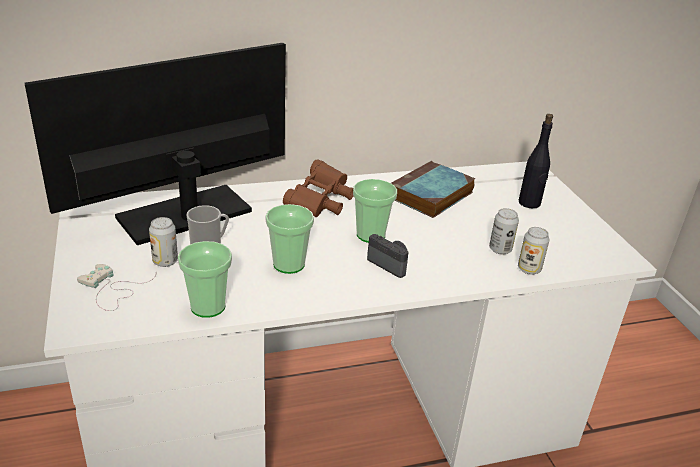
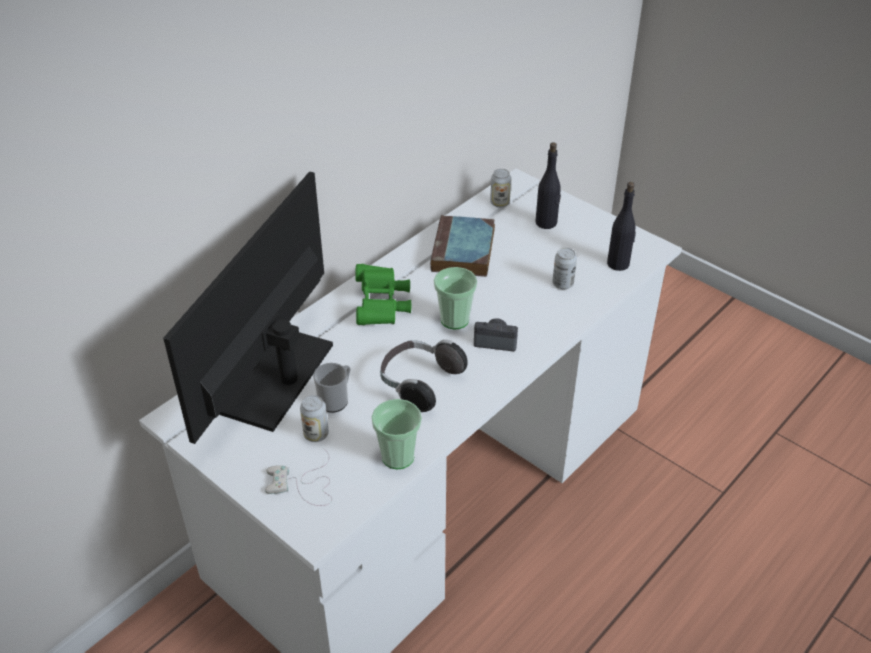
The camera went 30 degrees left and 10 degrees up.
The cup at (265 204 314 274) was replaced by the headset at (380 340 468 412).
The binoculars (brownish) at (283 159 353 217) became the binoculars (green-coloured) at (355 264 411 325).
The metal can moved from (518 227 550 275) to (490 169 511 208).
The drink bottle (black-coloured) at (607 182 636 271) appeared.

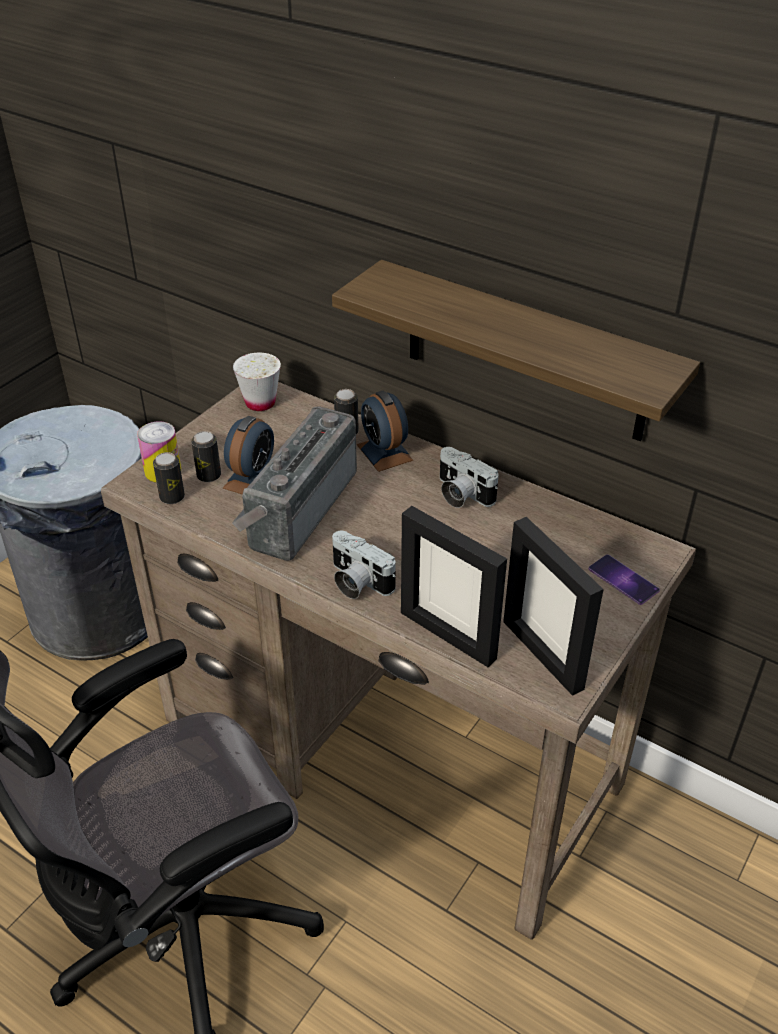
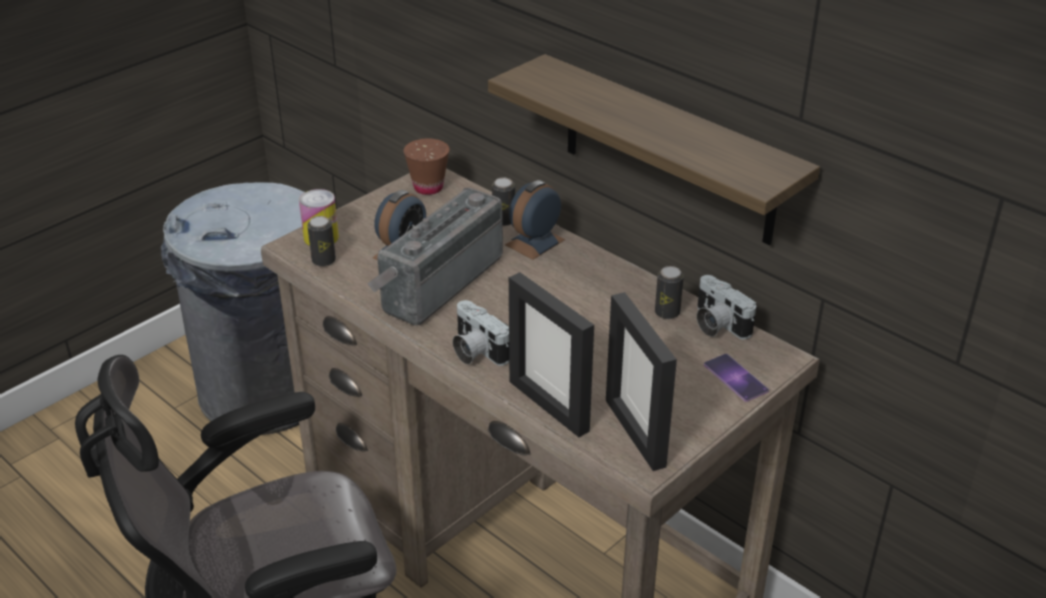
The camera went 10 degrees right and 5 degrees down.
The metal can moved from (191 431 221 482) to (655 266 684 319).
The cup (white) at (233 353 281 411) became the cup (brownish) at (403 138 450 195).
The bedside clock at (357 391 413 472) turned 60 degrees clockwise.
The still camera moved from (440 447 499 508) to (697 275 756 339).

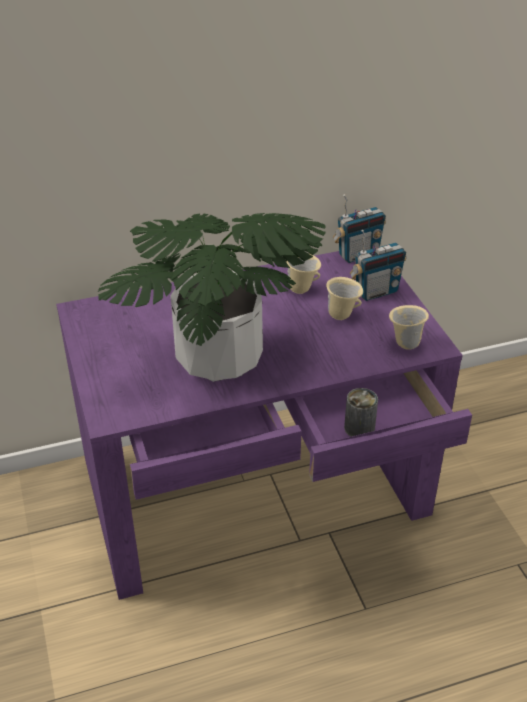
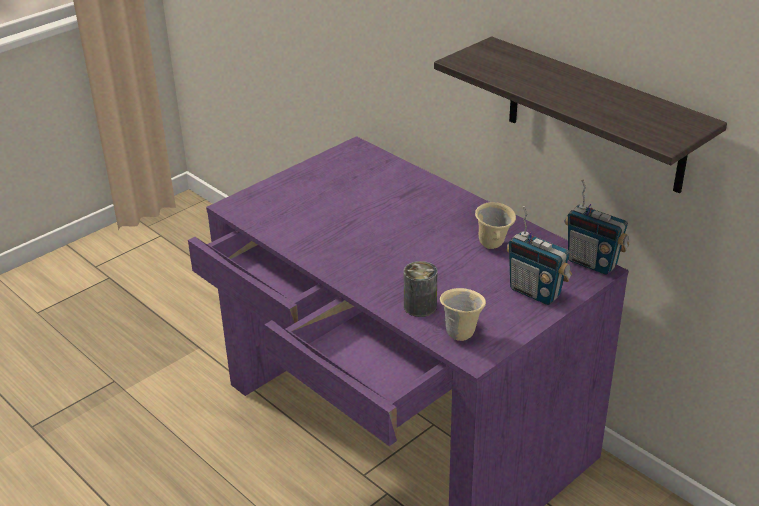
The camera went 65 degrees right and 5 degrees down.
The plant in a pot at (98 213 326 382) disappeared.
The tea mug (sand-coloured) at (326 277 363 320) disappeared.
The metal can moved from (344 388 378 437) to (404 261 437 317).
The wall shelf at (434 37 727 194) appeared.

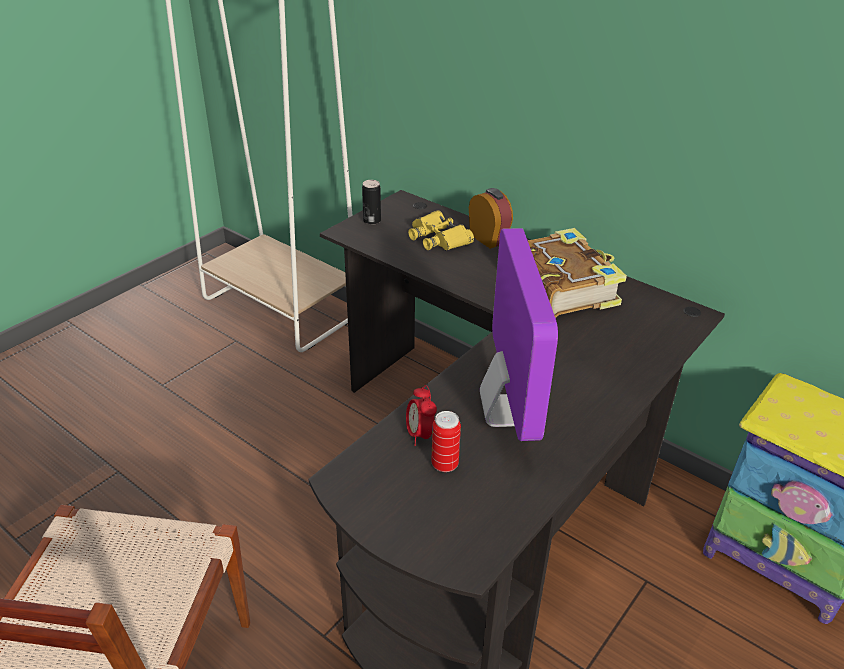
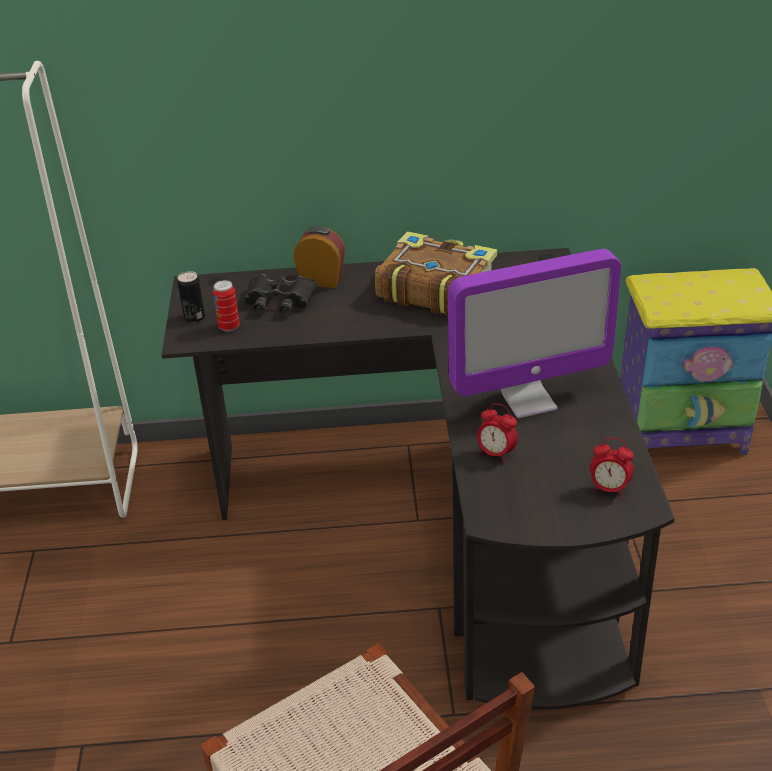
The camera went 40 degrees left and 0 degrees up.
The binoculars (yellow) at (408 210 474 250) became the binoculars (black-coloured) at (243 274 317 317).
The metal can moved from (431 411 461 472) to (213 280 240 332).
The monitor at (480 228 558 441) turned 120 degrees clockwise.
The bedside clock at (590 438 634 498) appeared.

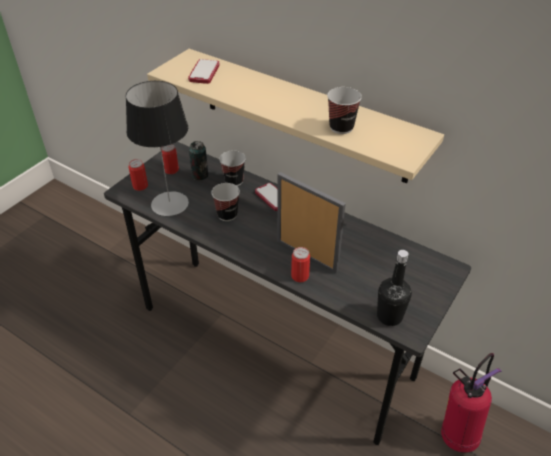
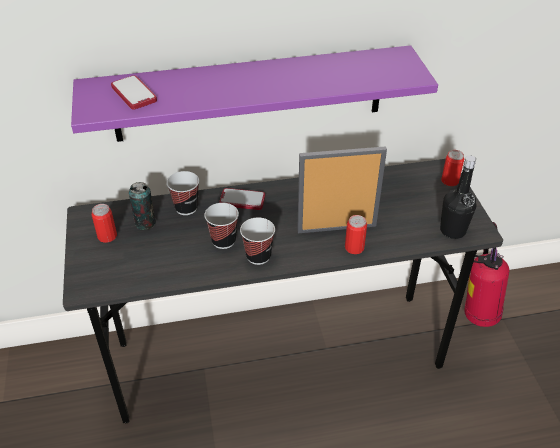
The camera went 45 degrees left and 0 degrees up.
The table lamp at (126 81 189 216) disappeared.
The metal can moved from (128 159 148 191) to (441 150 464 186).
The wall shelf (sand-coloured) at (147 49 444 183) became the wall shelf (purplish) at (71 45 438 142).
The cup moved from (327 87 362 134) to (240 217 275 265).

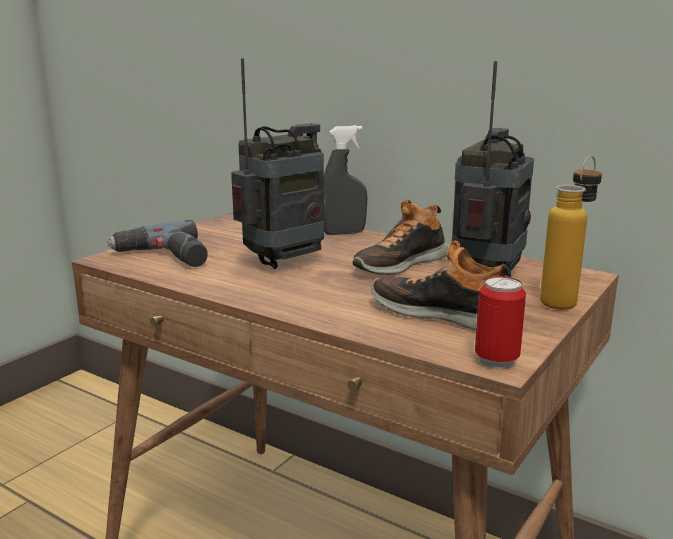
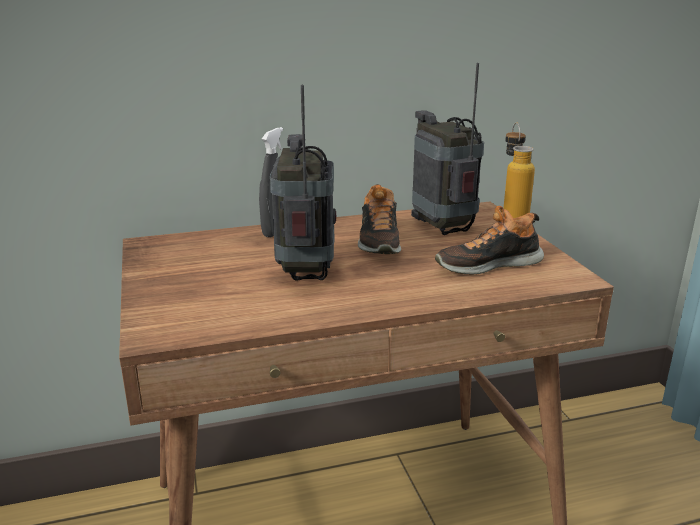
The camera went 50 degrees left and 5 degrees up.
The drill at (107 220 208 267) disappeared.
The metal can at (475 276 526 369) disappeared.

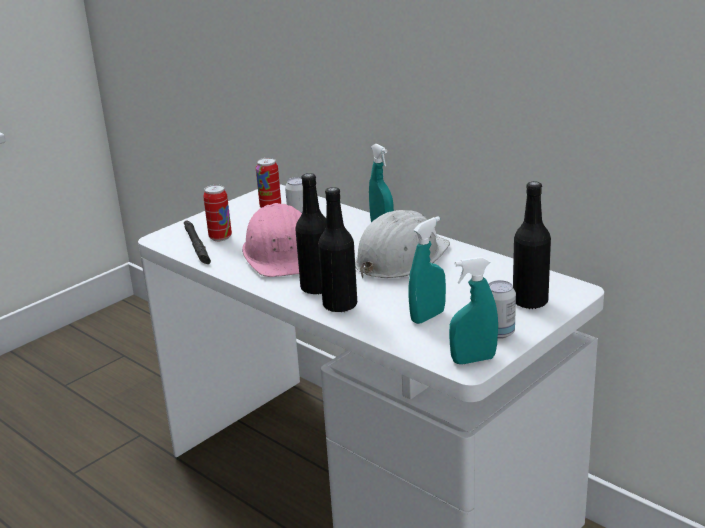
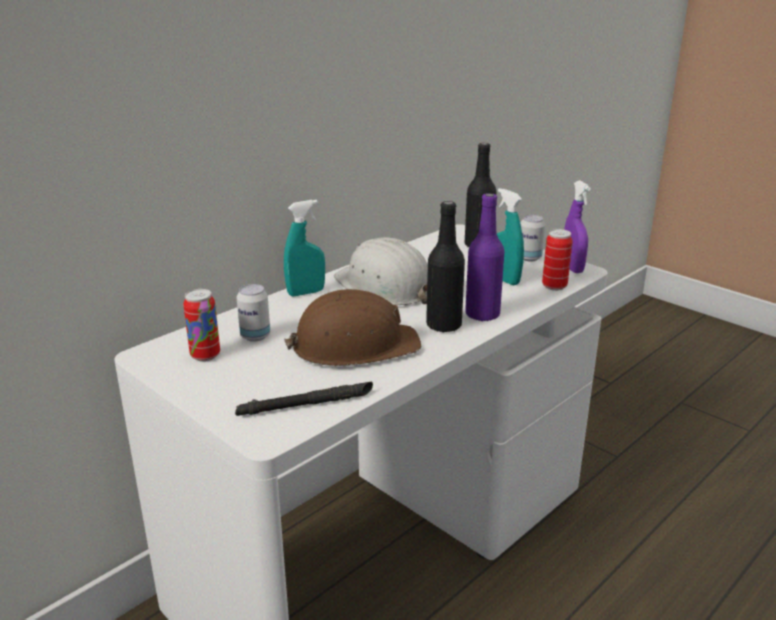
The camera went 90 degrees left and 0 degrees up.
The metal can moved from (203 185 232 241) to (542 229 573 291).
The work helmet (pinkish) at (242 203 302 277) became the work helmet (brownish) at (284 289 421 366).
The drink bottle (black-coloured) at (318 187 357 313) became the drink bottle (purplish) at (465 193 504 321).
The sprayer (turquoise-coloured) at (449 257 498 364) became the sprayer (purplish) at (564 181 591 273).

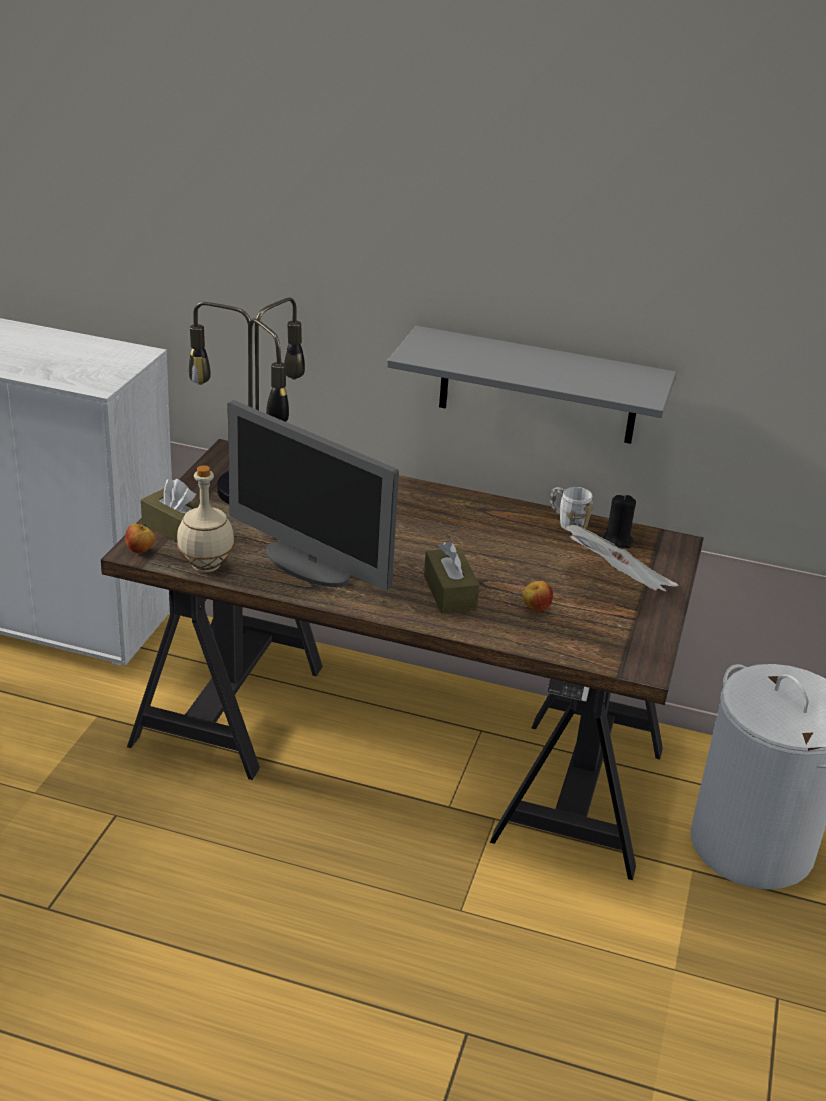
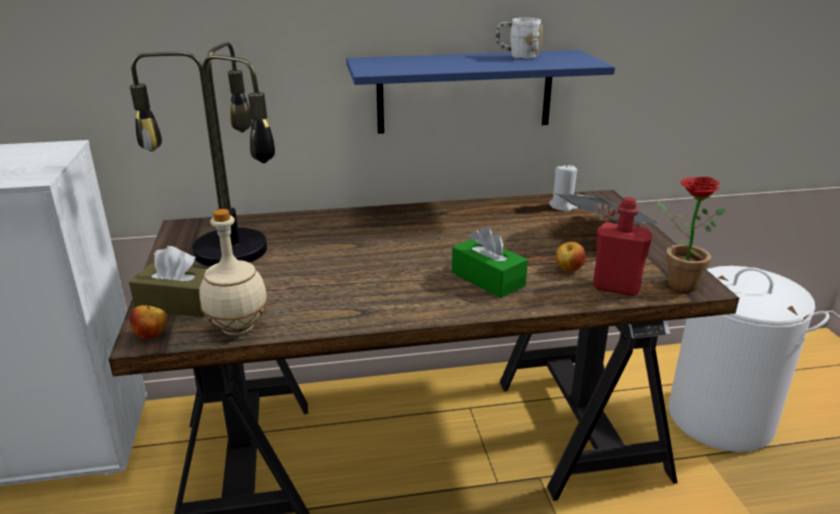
The camera went 25 degrees left and 5 degrees down.
The monitor at (227 400 399 591) disappeared.
The wall shelf (greyish) at (387 326 676 444) became the wall shelf (bluish) at (346 50 615 134).
The tissue holder (brownish) at (424 542 480 613) became the tissue holder (green-coloured) at (452 226 528 298).
The tea mug (white) moved from (550 487 593 532) to (496 18 543 59).
The wax light (black-coloured) at (603 495 636 548) became the wax light (white) at (549 165 578 211).
The drink bottle (reddish) at (593 197 652 296) appeared.
The plant in a pot at (656 176 726 292) appeared.

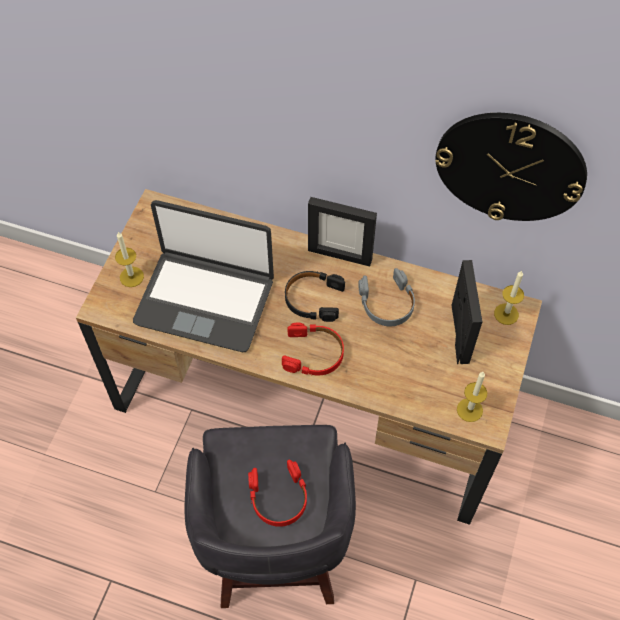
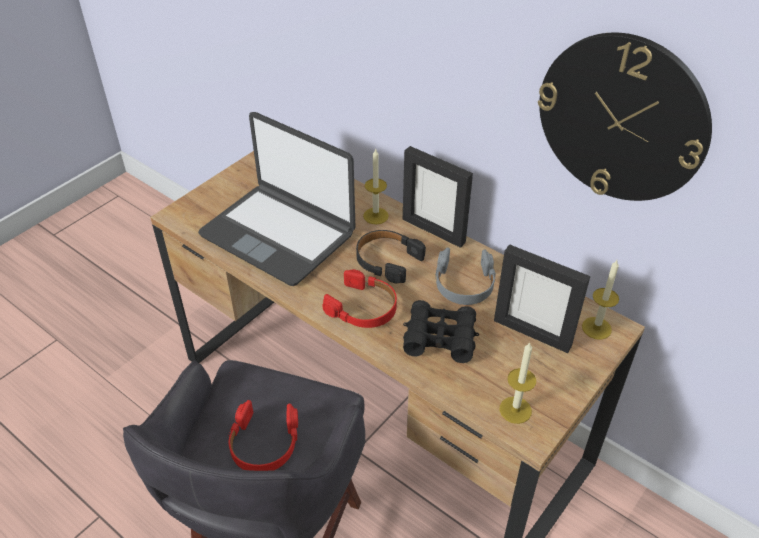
The camera went 20 degrees right and 15 degrees down.
The wax light moved from (115 232 144 287) to (363 149 389 224).
The photo frame at (452 260 482 364) turned 105 degrees clockwise.
The binoculars (black-coloured) at (403 300 480 363) appeared.

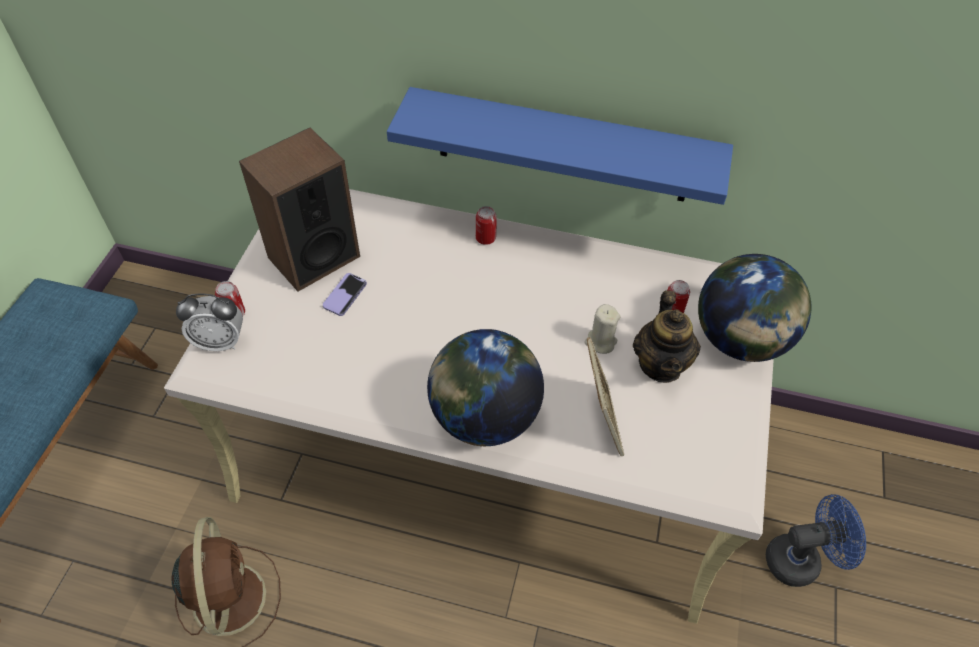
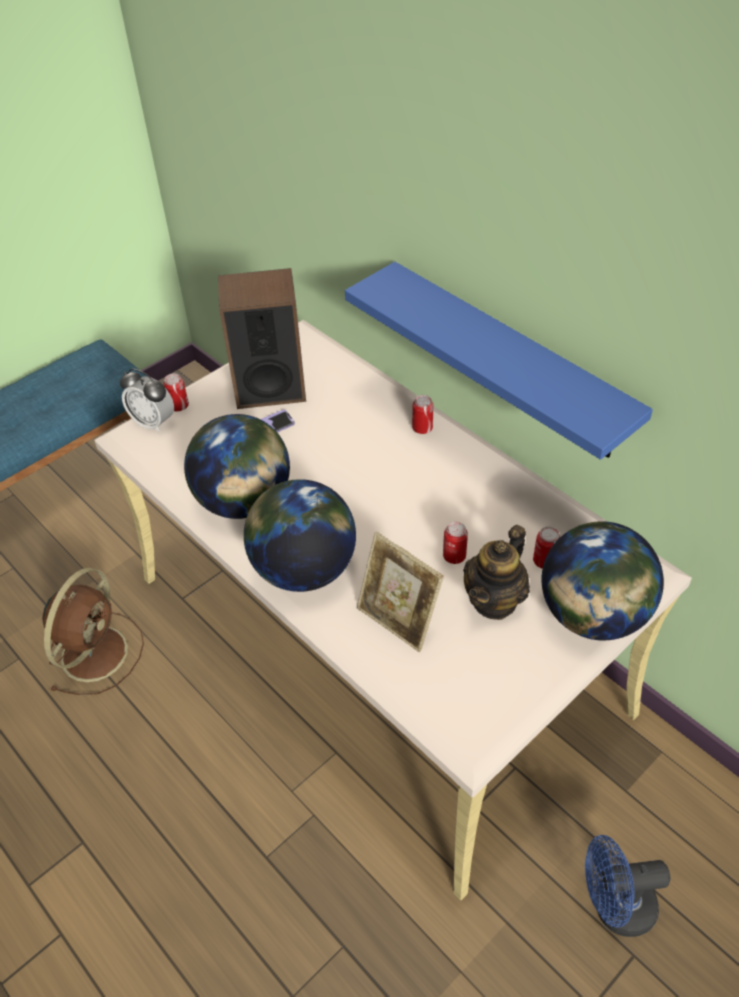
The camera went 35 degrees right and 5 degrees down.
The wax light (sand-coloured) at (584 304 620 354) was replaced by the metal can at (443 522 468 564).
The photo frame at (587 337 625 456) turned 105 degrees clockwise.
The electric fan (bluish) at (766 494 866 587) turned 150 degrees clockwise.
The desk globe at (184 414 290 519) appeared.

